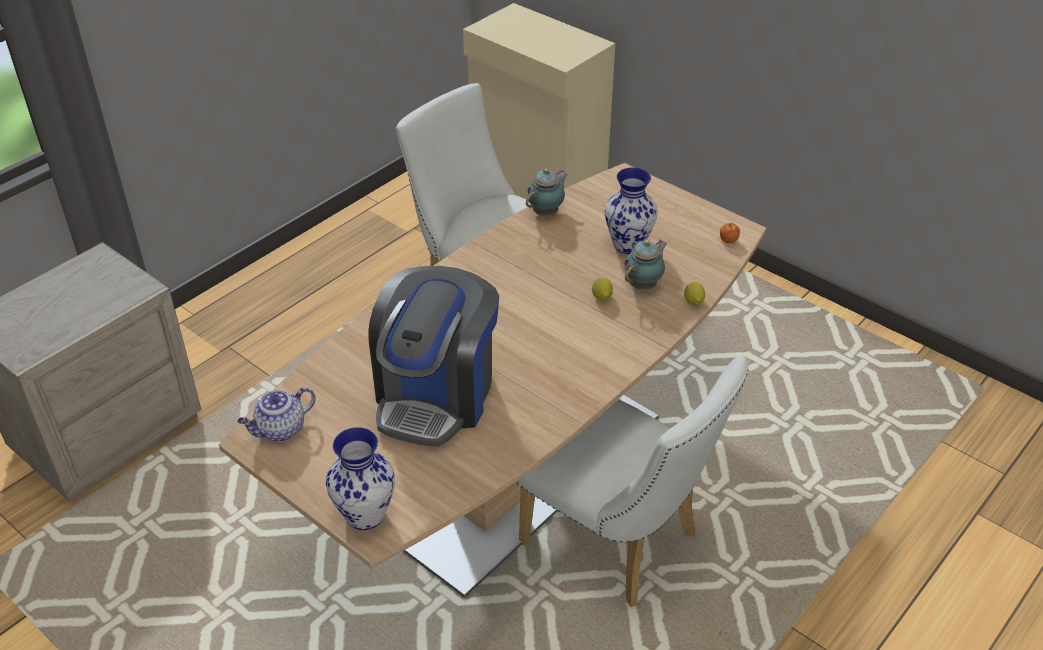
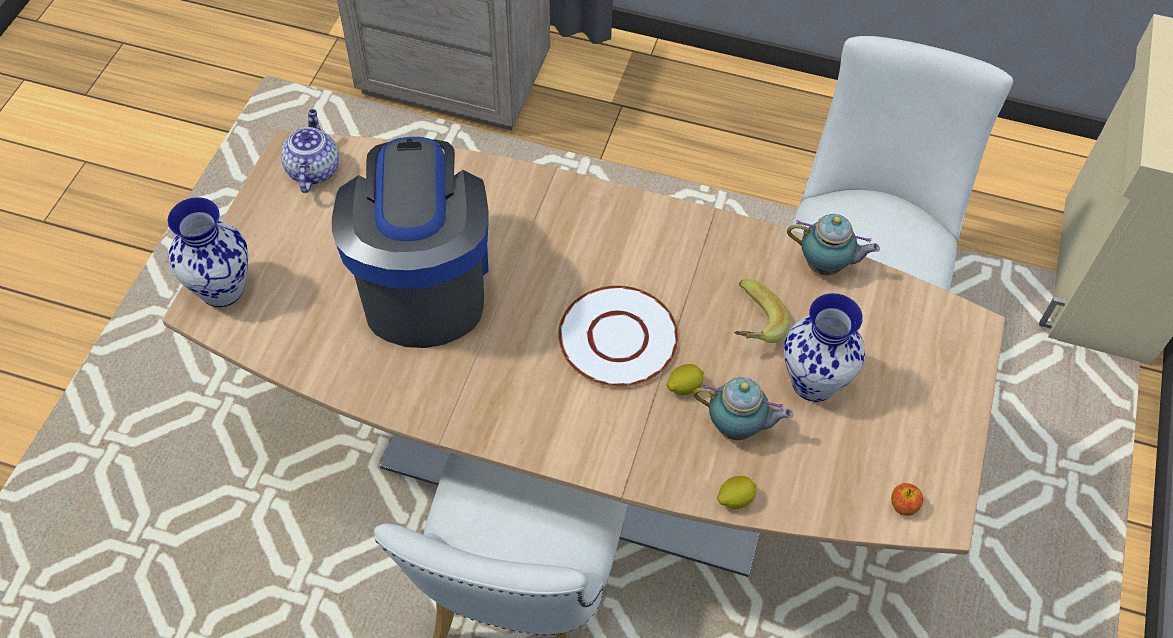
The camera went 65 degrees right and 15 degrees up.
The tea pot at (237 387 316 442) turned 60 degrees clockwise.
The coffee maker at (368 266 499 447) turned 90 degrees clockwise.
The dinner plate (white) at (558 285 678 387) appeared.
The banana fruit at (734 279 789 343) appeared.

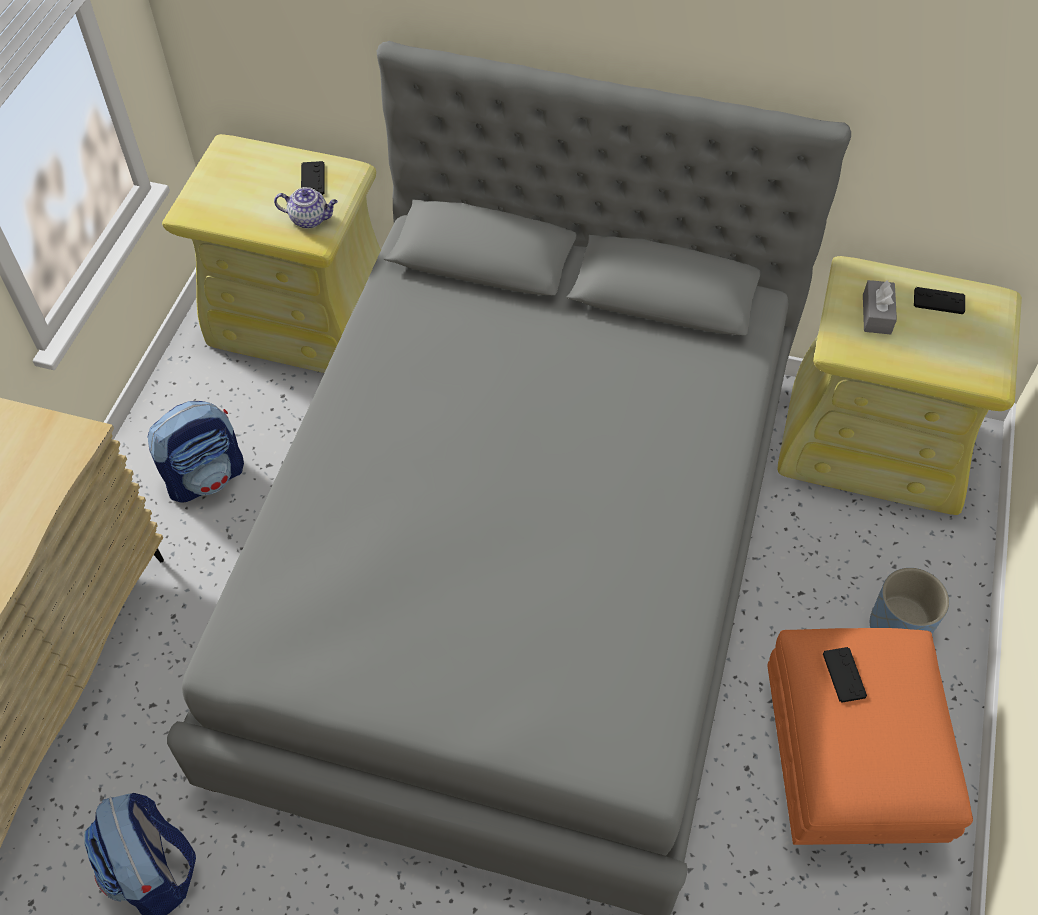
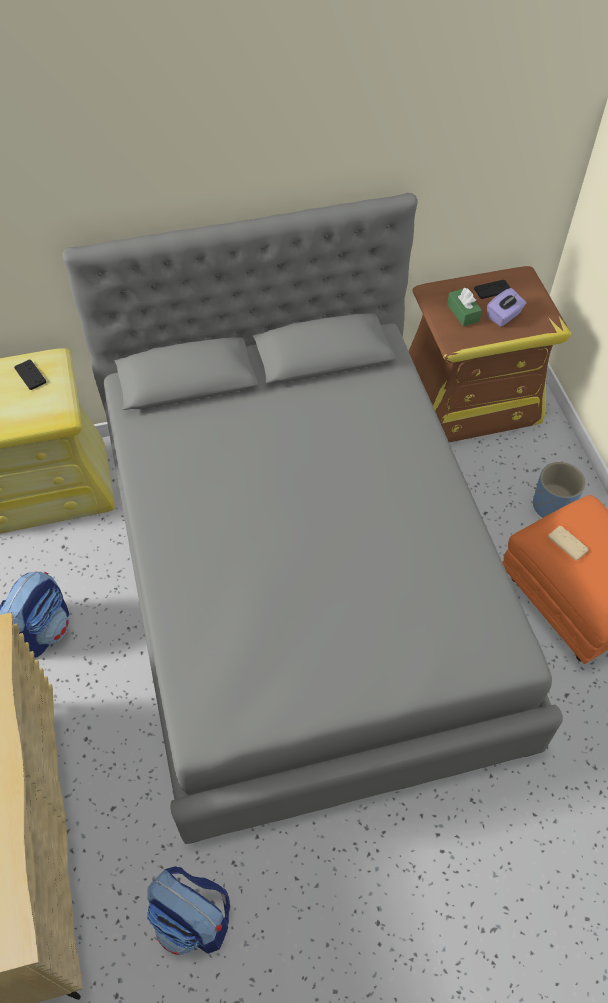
The camera went 30 degrees left and 0 degrees up.
The tea pot at (274 187 338 229) disappeared.
The night table (yellow) at (778 256 1022 515) became the night table (brownish) at (409 266 571 442).
The game controller (black-coloured) at (823 647 867 703) became the game controller (sand-coloured) at (548 526 589 560).
The tissue holder (greyish) at (863 280 897 334) became the tissue holder (green-coloured) at (447 287 482 326).
The tissue holder (purplish) at (487 288 526 327) appeared.

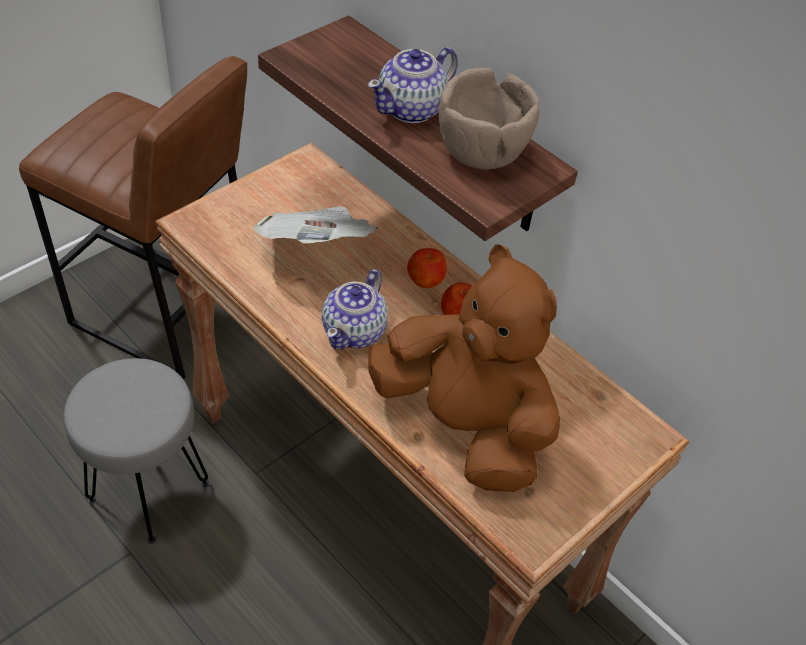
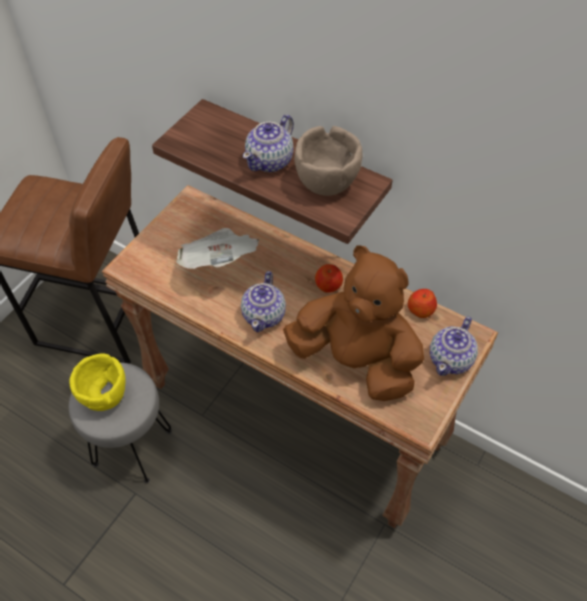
The camera went 10 degrees left and 5 degrees up.
The apple fruit moved from (407 248 447 288) to (408 289 437 318).
The serving bowl (yellow) at (69 354 125 411) appeared.
The tea pot at (430 317 478 376) appeared.

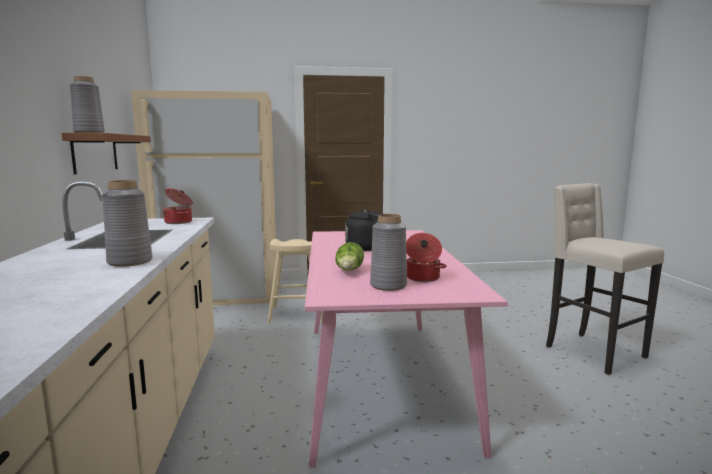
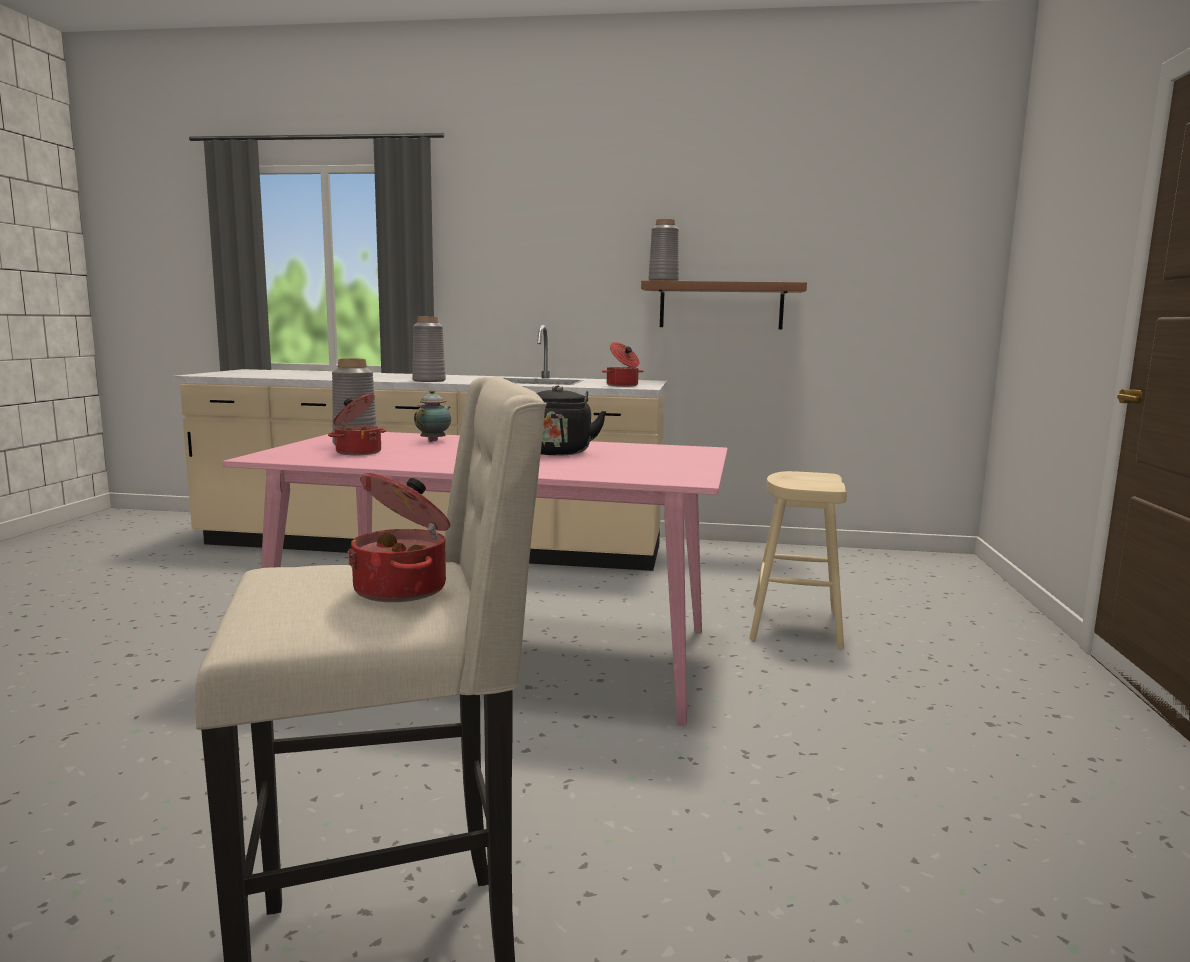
The camera went 105 degrees right and 0 degrees up.
The fridge (sand-coloured) at (131 90 276 306) disappeared.
The head of lettuce at (335 242 364 271) was replaced by the tea pot at (414 390 451 442).
The cooking pot at (348 473 450 602) appeared.

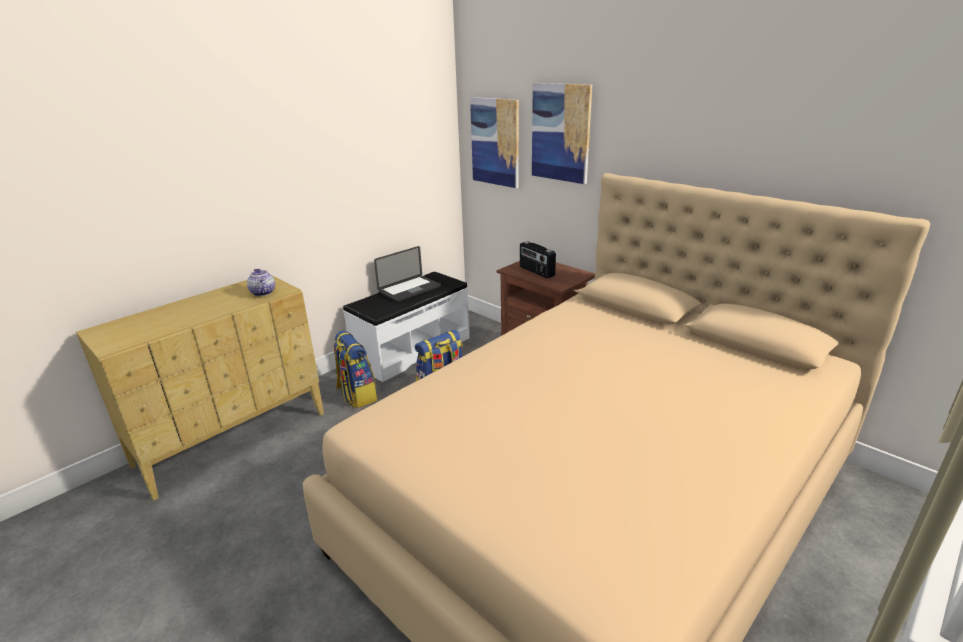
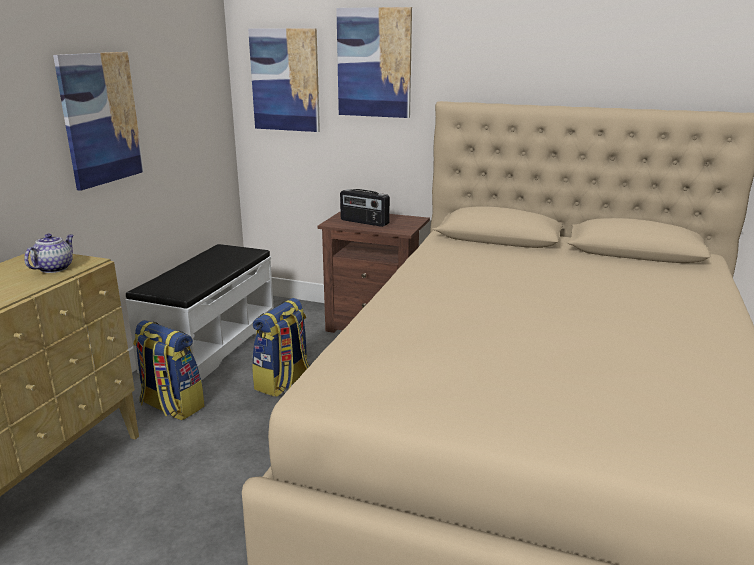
The camera went 25 degrees left and 5 degrees down.
The tea pot at (247 269 275 296) turned 75 degrees clockwise.
The laptop at (374 246 441 302) disappeared.
The wall picture at (53 52 144 191) appeared.

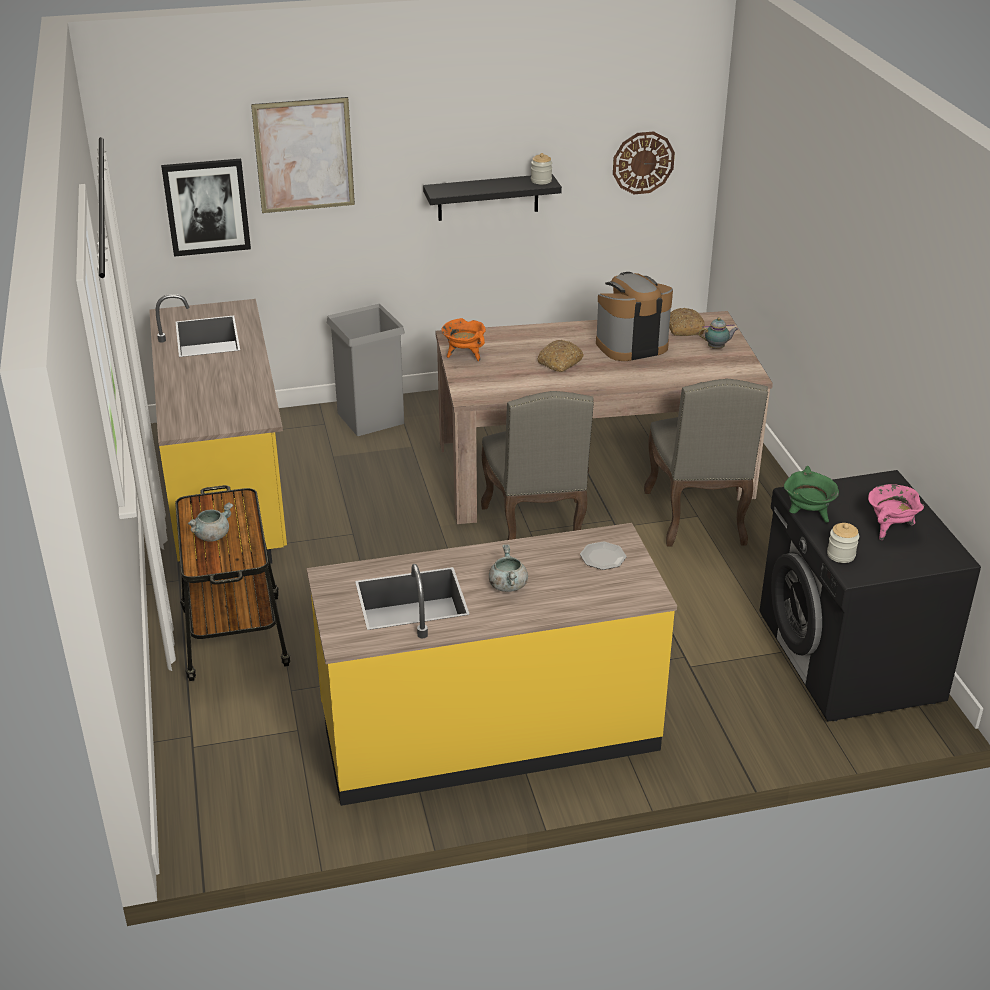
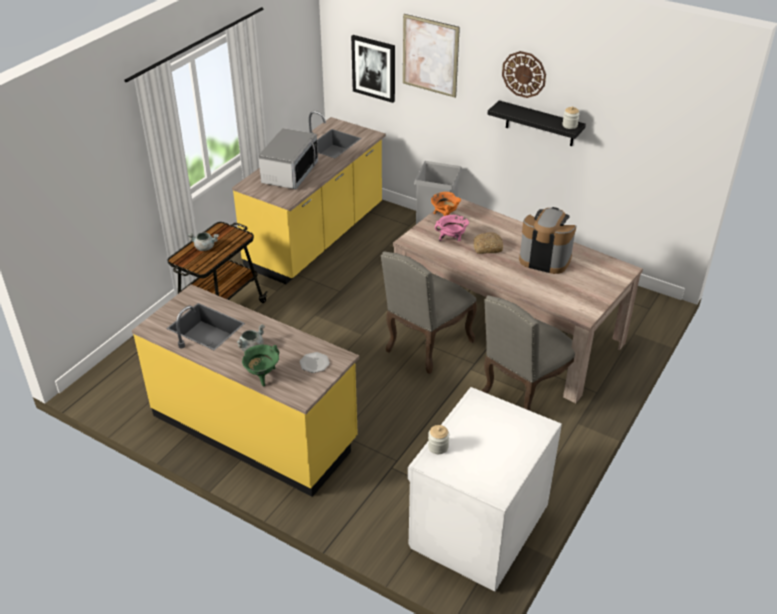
The camera went 45 degrees right and 5 degrees up.
The clock on the wall moved from (613 131 675 194) to (502 51 546 98).
The baked bread at (669 308 705 336) disappeared.
The tea pot at (698 317 738 349) disappeared.
The laundry appliance (black-coloured) at (759 470 981 722) became the laundry appliance (white) at (408 387 562 592).
The cooking pot (green-coloured) moved from (784 466 839 523) to (242 344 279 386).
The cooking pot (pinkish) moved from (868 484 924 540) to (435 215 469 241).
The kitchen microwave at (258 128 318 189) appeared.

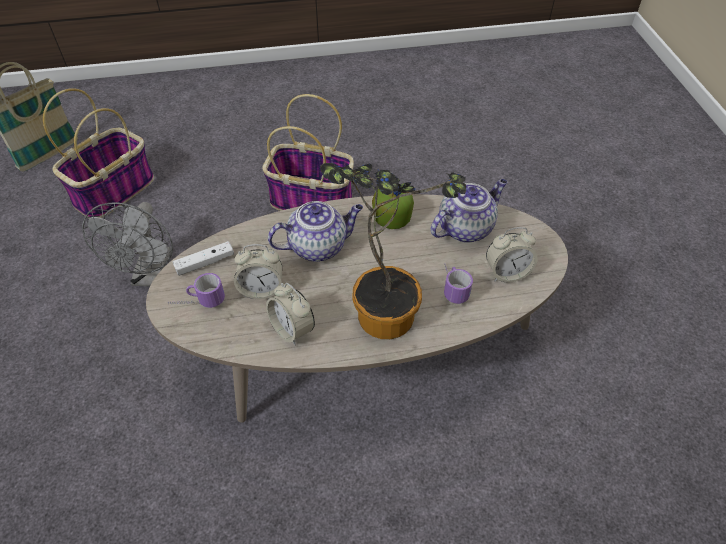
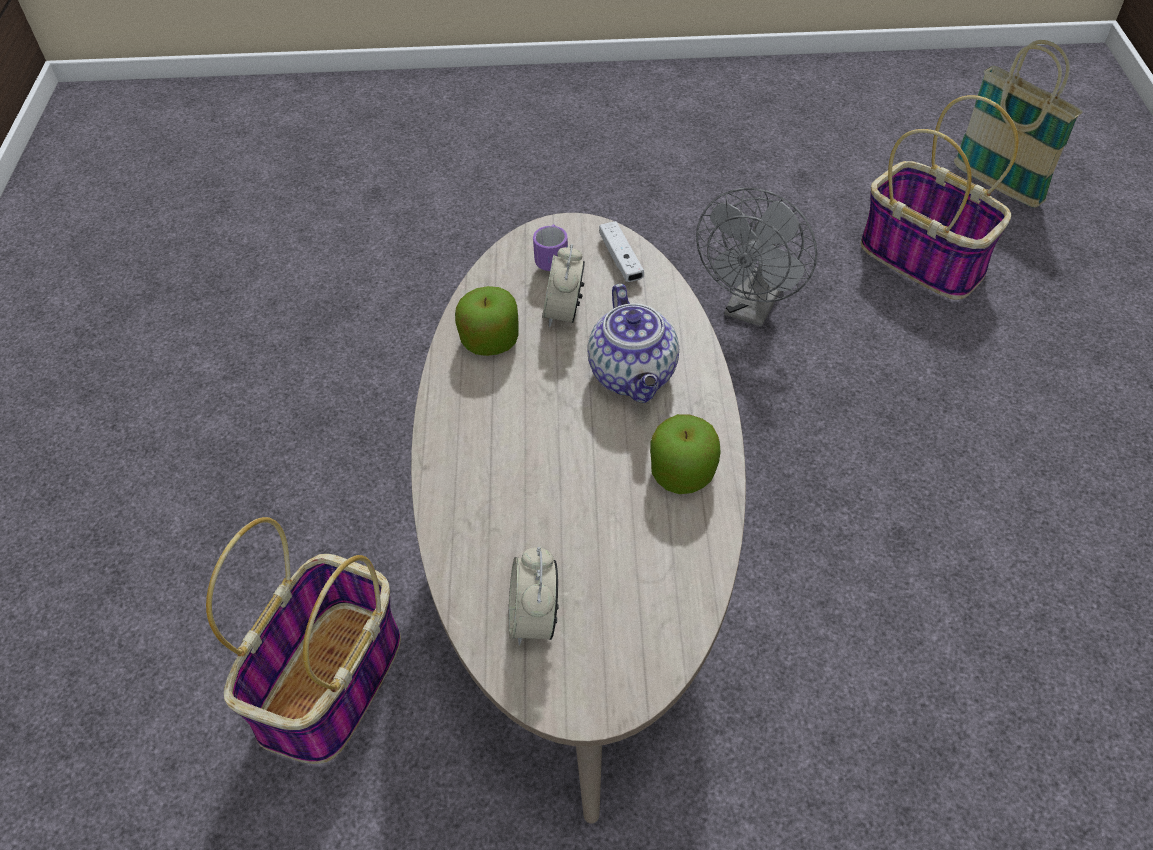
The camera went 100 degrees right and 0 degrees up.
The electric fan (greyish) at (82 202 173 287) turned 75 degrees counterclockwise.
The storage basket moved from (262 94 354 211) to (206 517 401 764).
The bedside clock at (266 283 315 345) was replaced by the apple fruit at (455 286 519 356).
The plant in a pot at (320 163 467 339) disappeared.
The tea pot at (430 179 507 243) disappeared.
The tea mug at (444 263 473 304) disappeared.

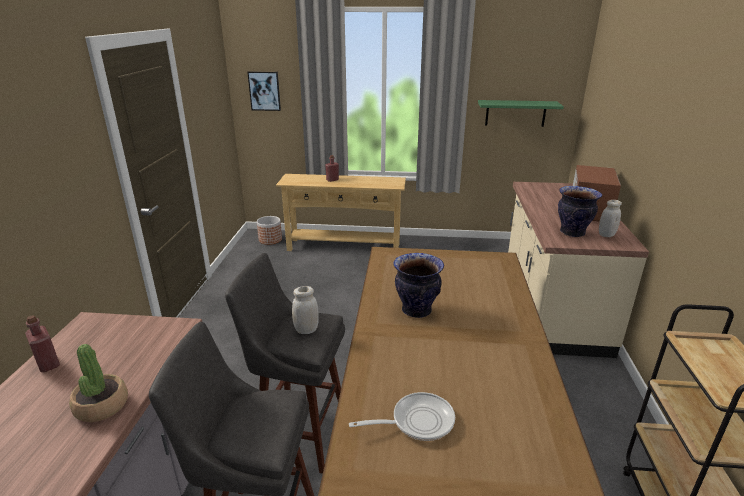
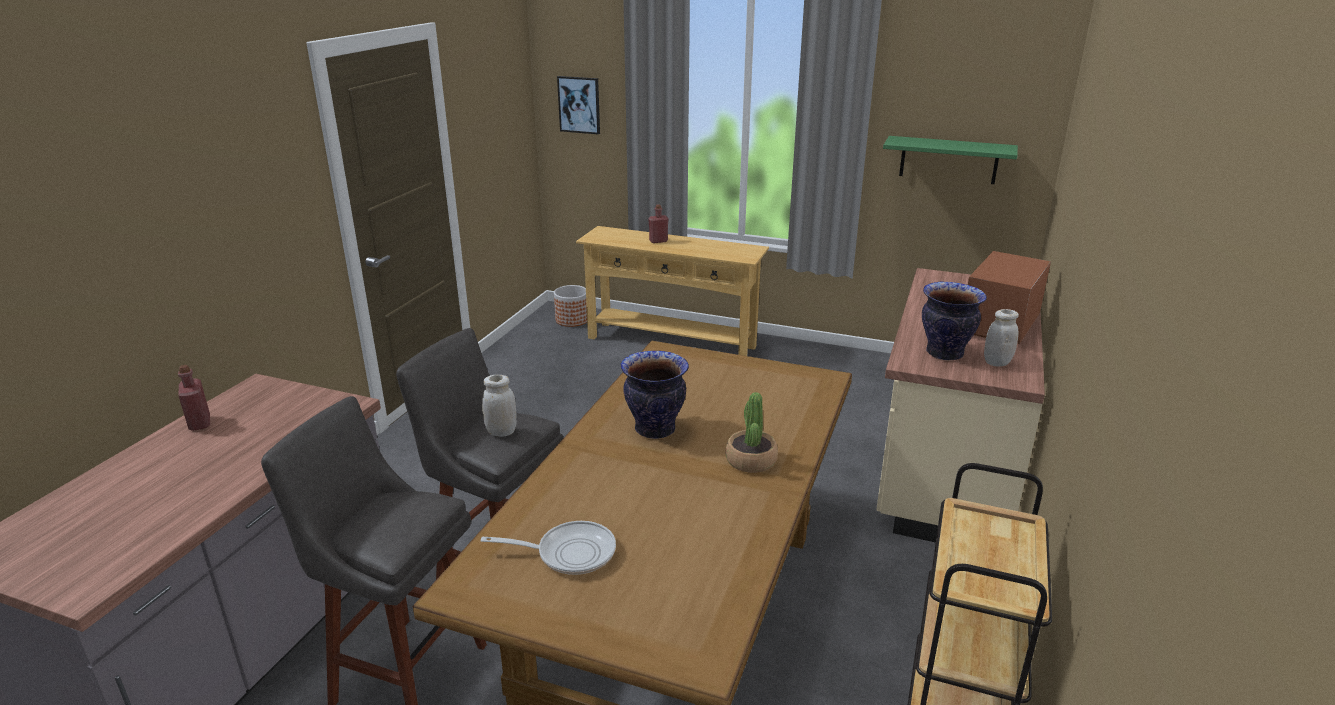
The camera went 15 degrees right and 0 degrees up.
The plant in a pot moved from (69 344 128 422) to (725 392 778 473).

